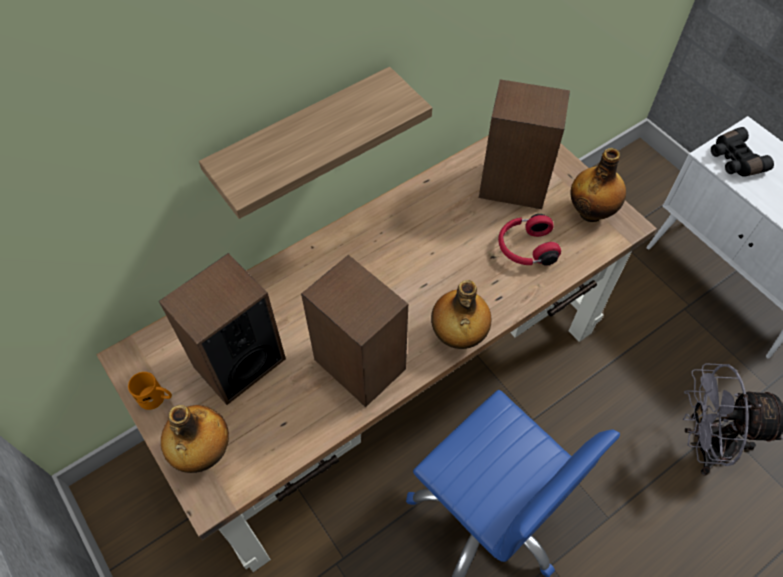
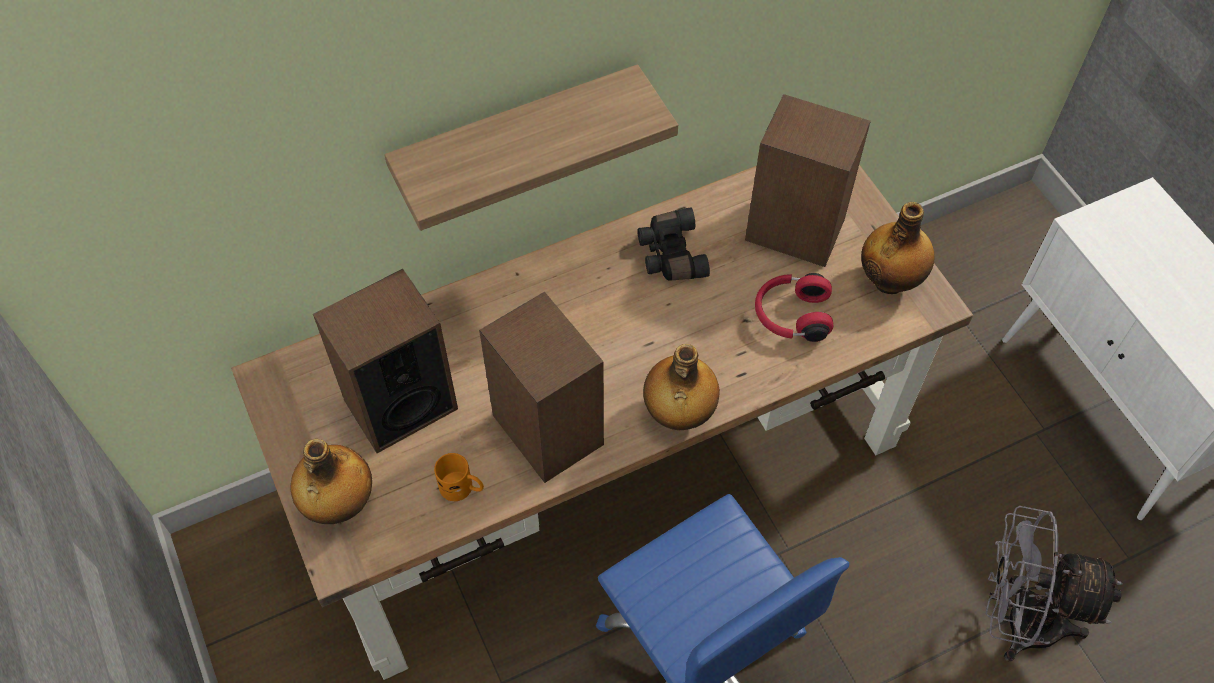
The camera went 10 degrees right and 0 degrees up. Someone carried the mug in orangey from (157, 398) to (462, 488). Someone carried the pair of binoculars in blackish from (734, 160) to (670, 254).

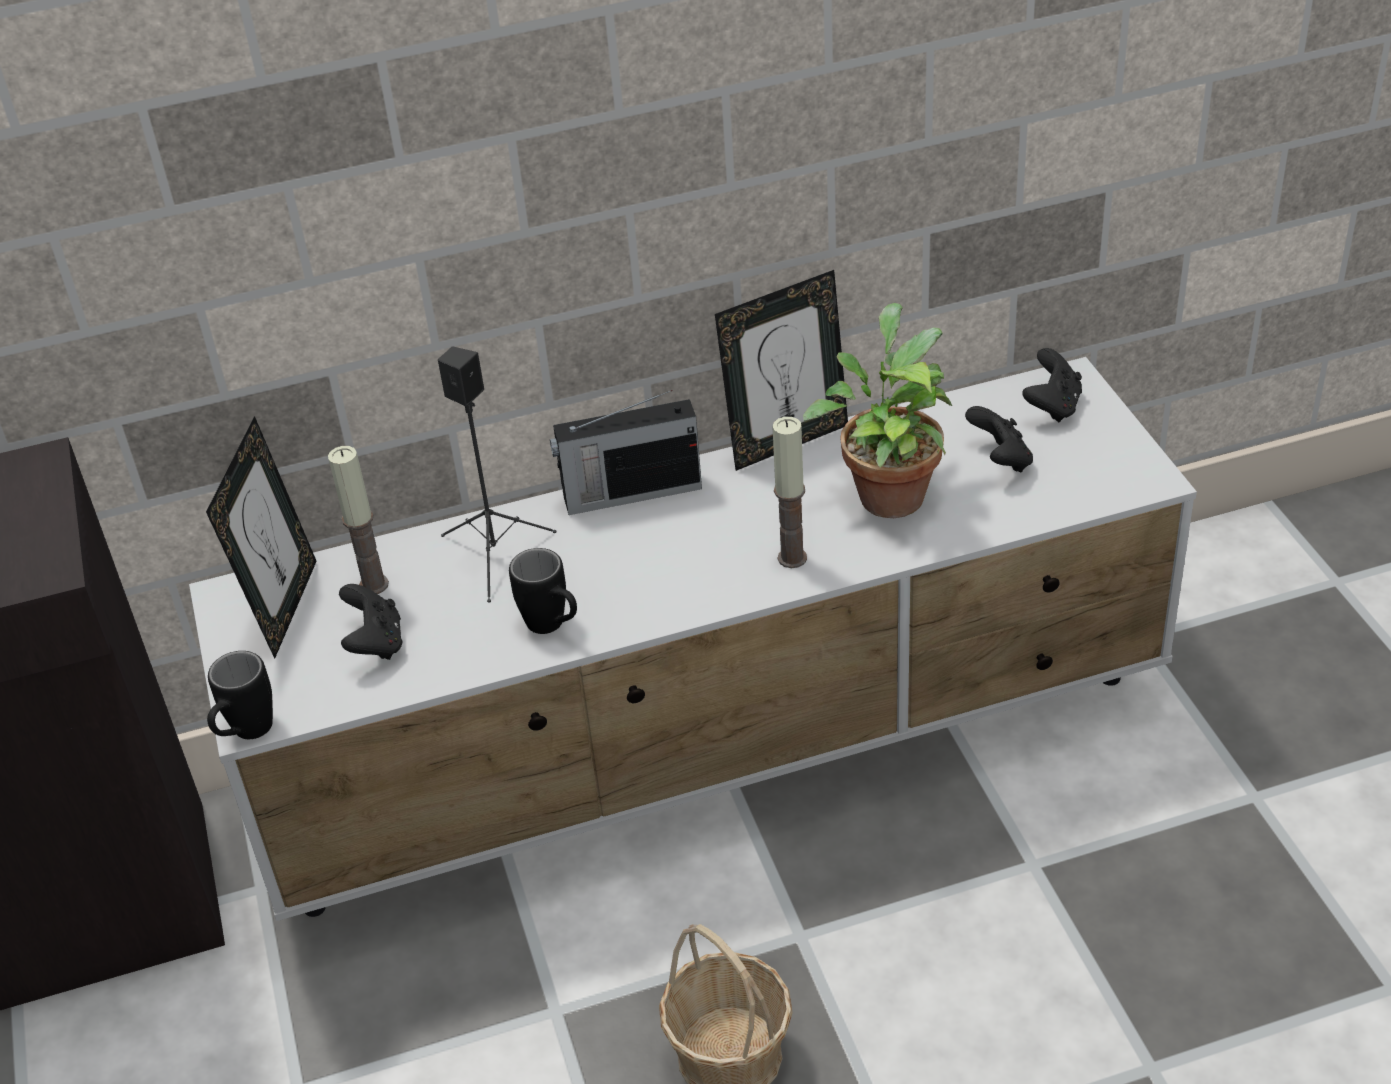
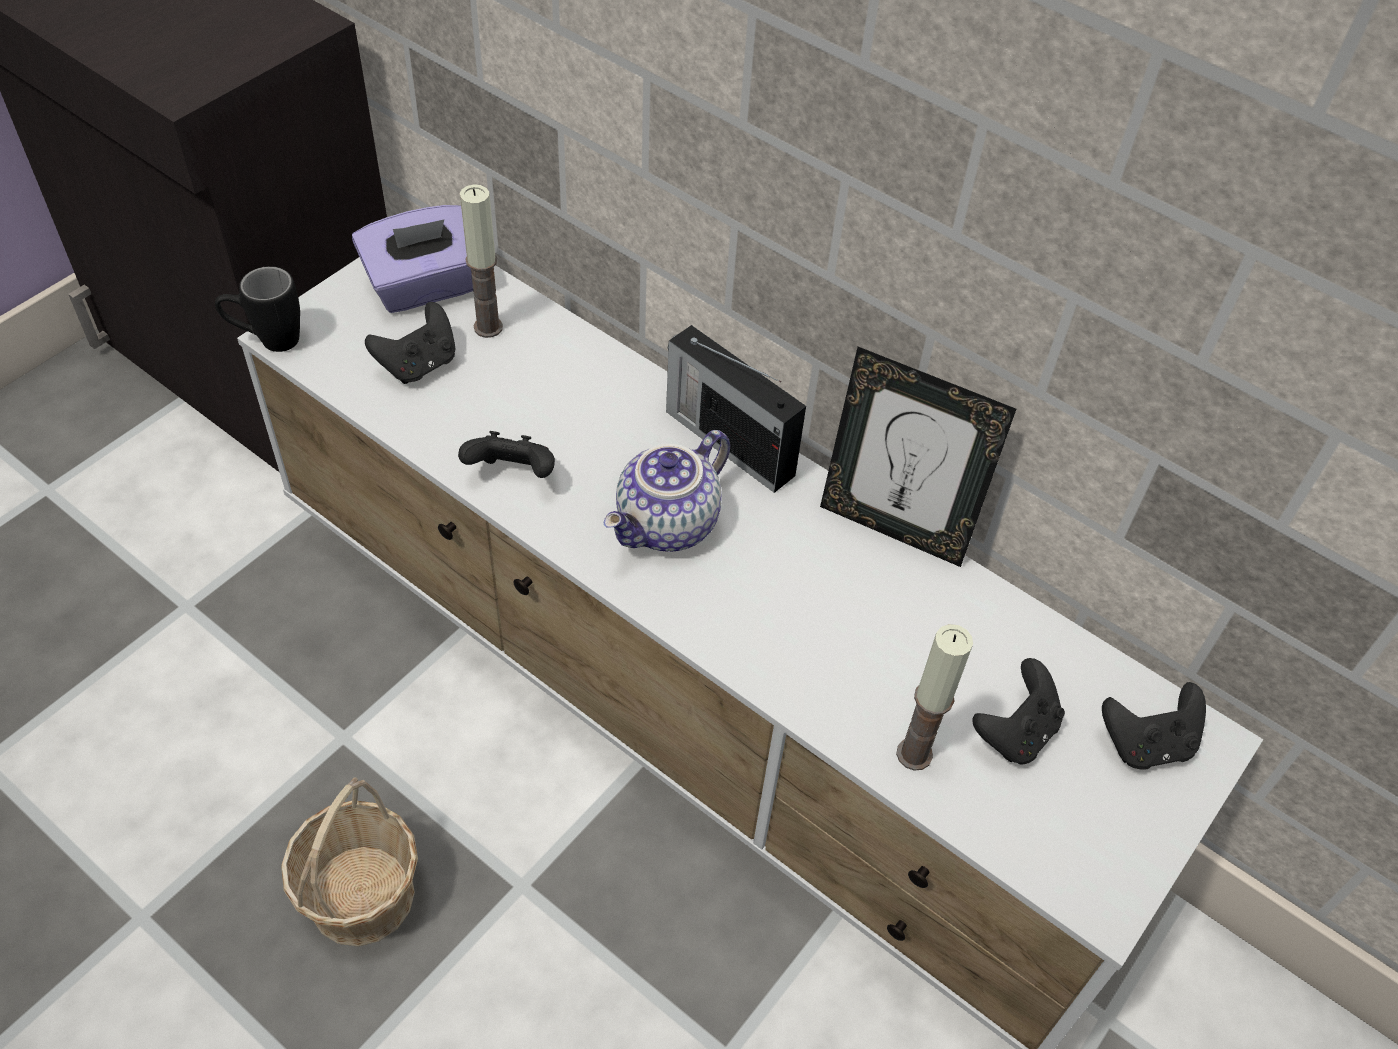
The camera went 50 degrees right and 10 degrees up. Someone swapped the standing frame at (284, 608) for the tissue box in purple at (425, 287). Someone swapped the mug in blackish at (553, 627) for the joypad in blackish at (512, 474). Someone put down the teapot at (668, 526). Someone carried the wax light from (792, 558) to (914, 754). Someone took away the loudspeaker in blackish at (496, 554). Someone took away the houseplant at (887, 491).

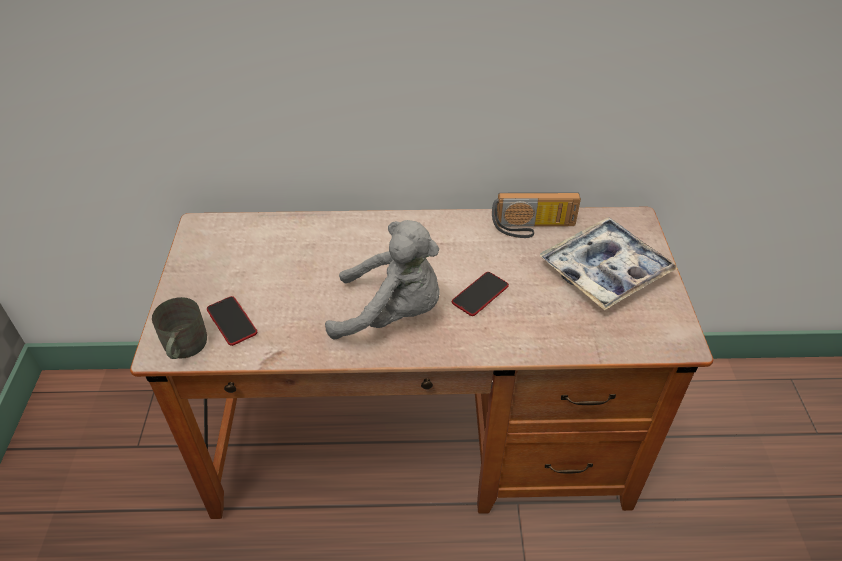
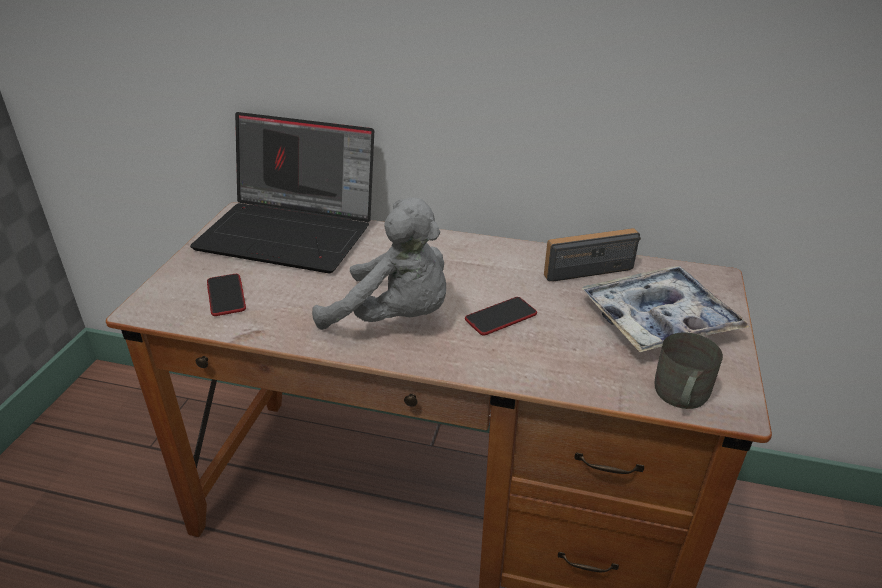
The camera went 15 degrees right and 10 degrees down. Someone put down the portable computer at (292, 232). Someone rotated the radio at (533, 228) by 150 degrees clockwise. Someone carried the mug in grey from (183, 347) to (680, 396).

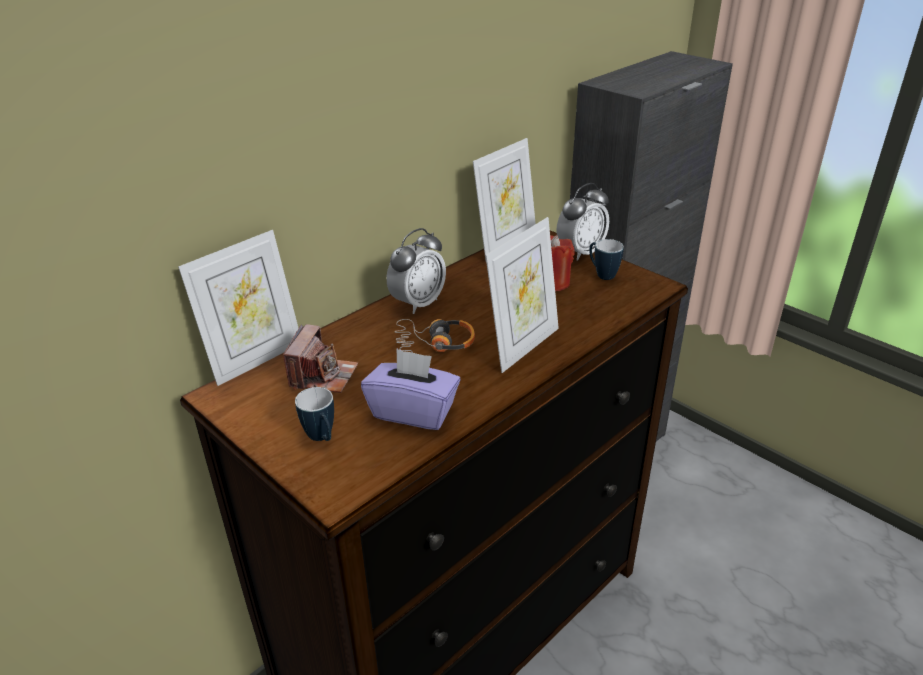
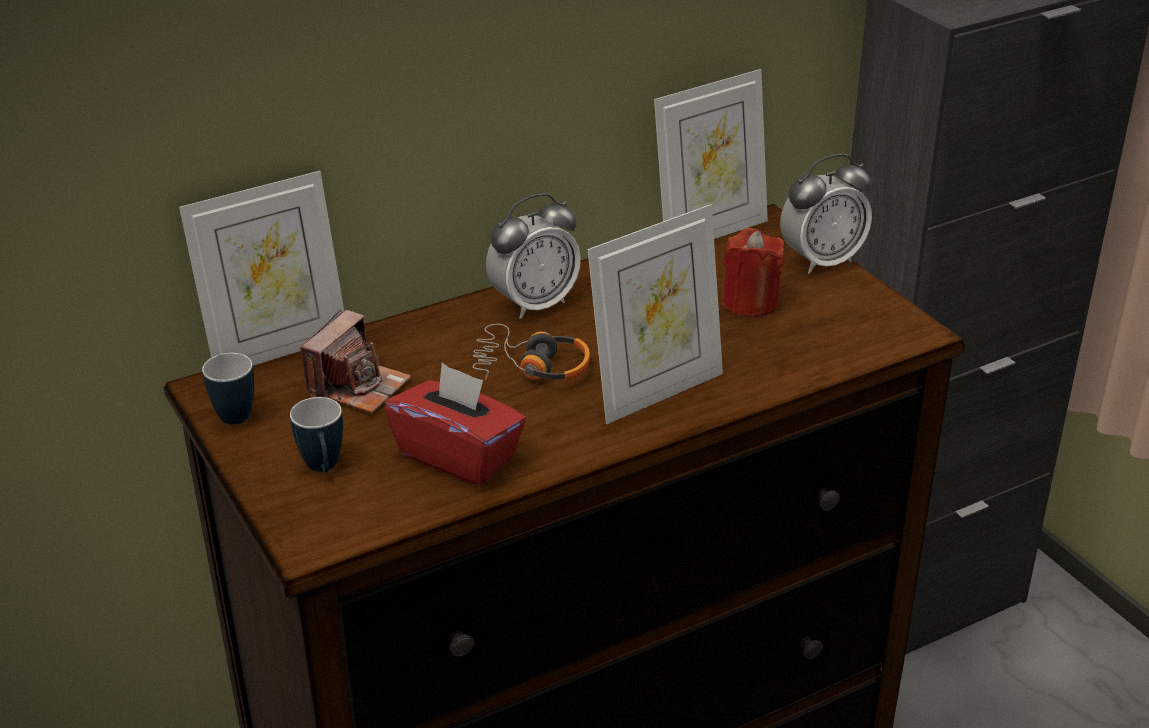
The camera went 15 degrees right and 0 degrees up. Someone carried the mug from (602, 274) to (233, 411). Someone repainted the tissue box in purple at (413, 411), which became the tissue box in red at (458, 455).

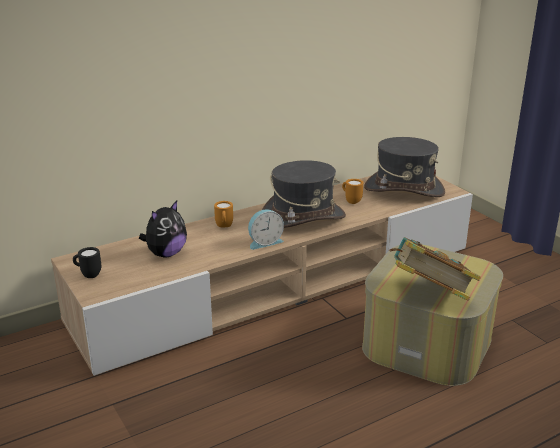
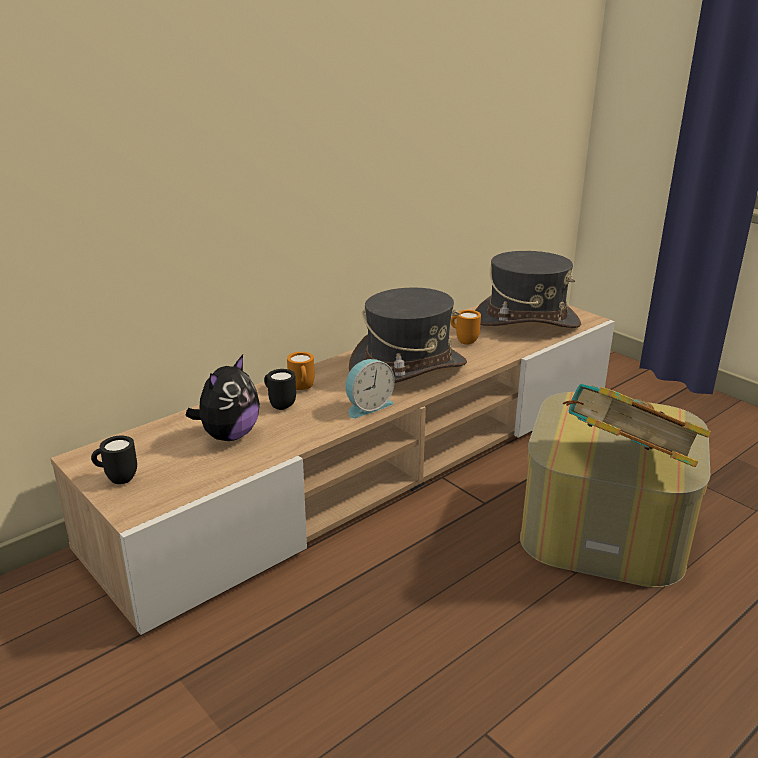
The camera went 10 degrees left and 0 degrees up. Someone put down the mug in blackish at (279, 405).

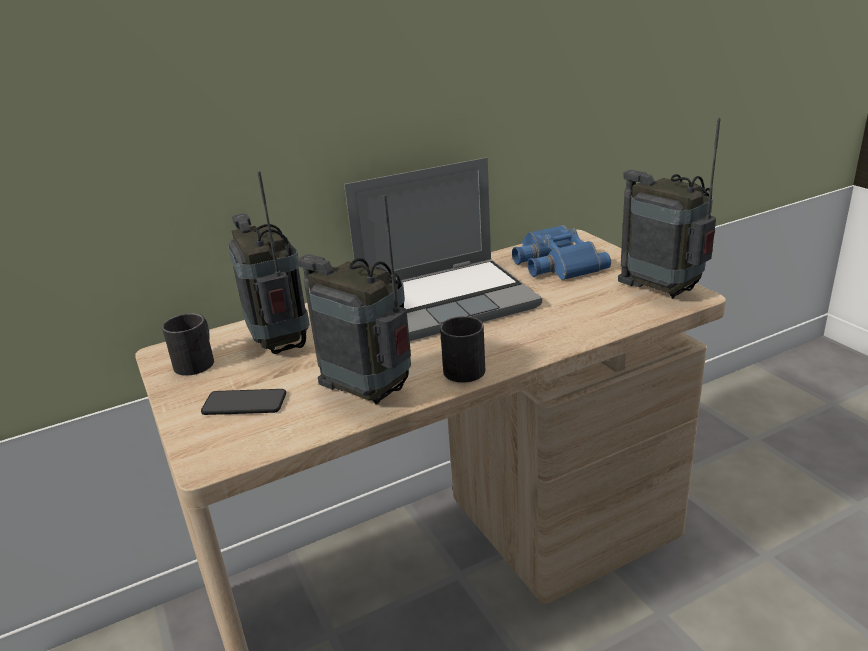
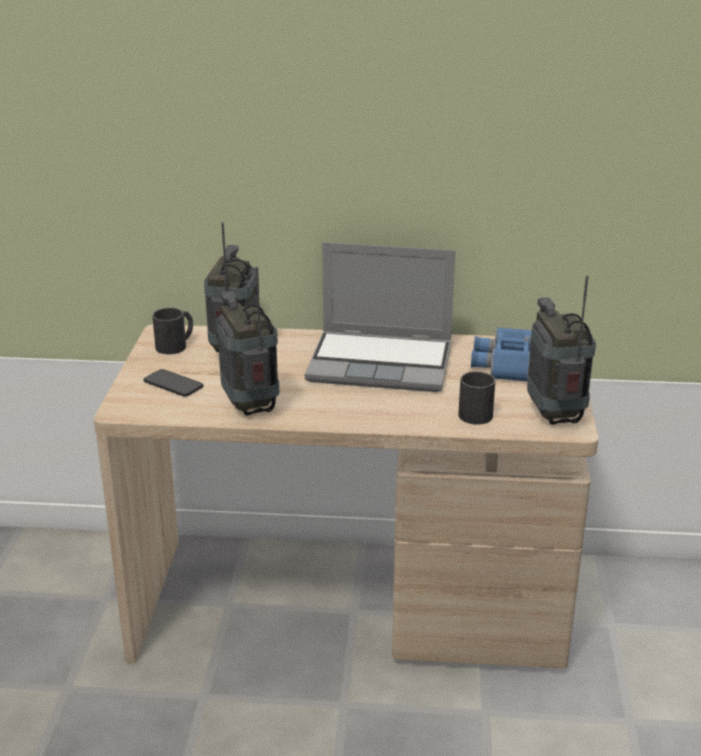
The camera went 30 degrees right and 0 degrees up. Someone carried the mug in blackish from (460, 366) to (475, 412).

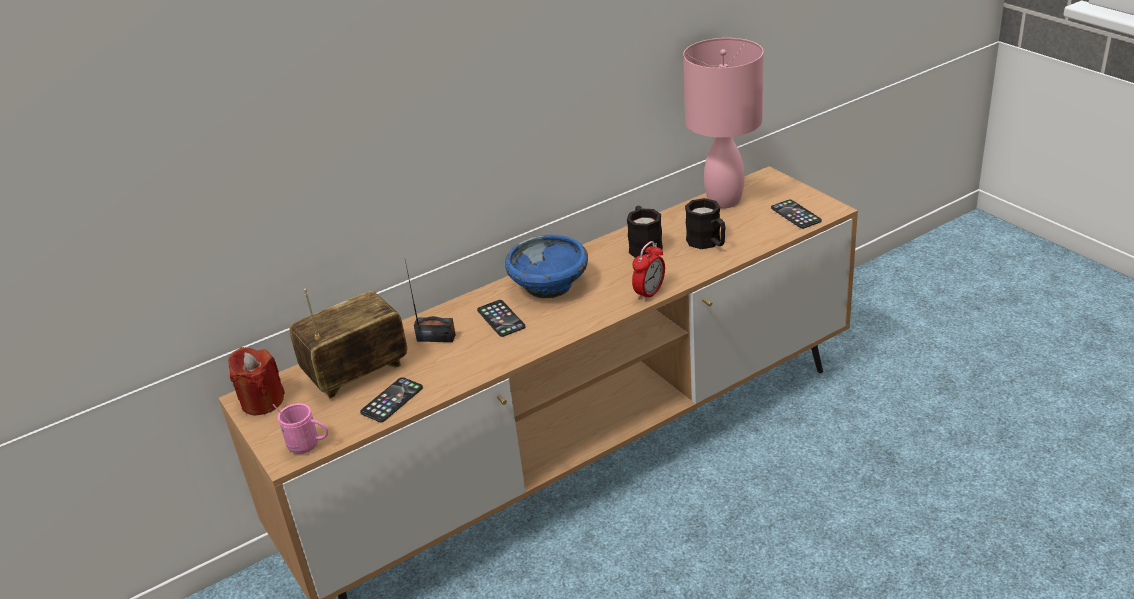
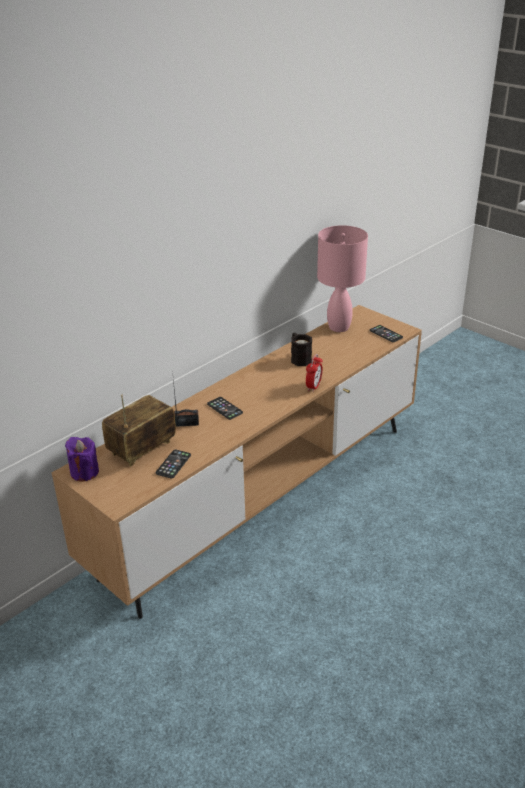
The camera went 15 degrees left and 0 degrees up. Someone repainted the wax light in red at (262, 401), which became the wax light in purple at (84, 472). Someone took away the mug in pink at (308, 446). Someone took away the deep dish in blue at (549, 286). Someone took away the mug in blackish at (708, 243).

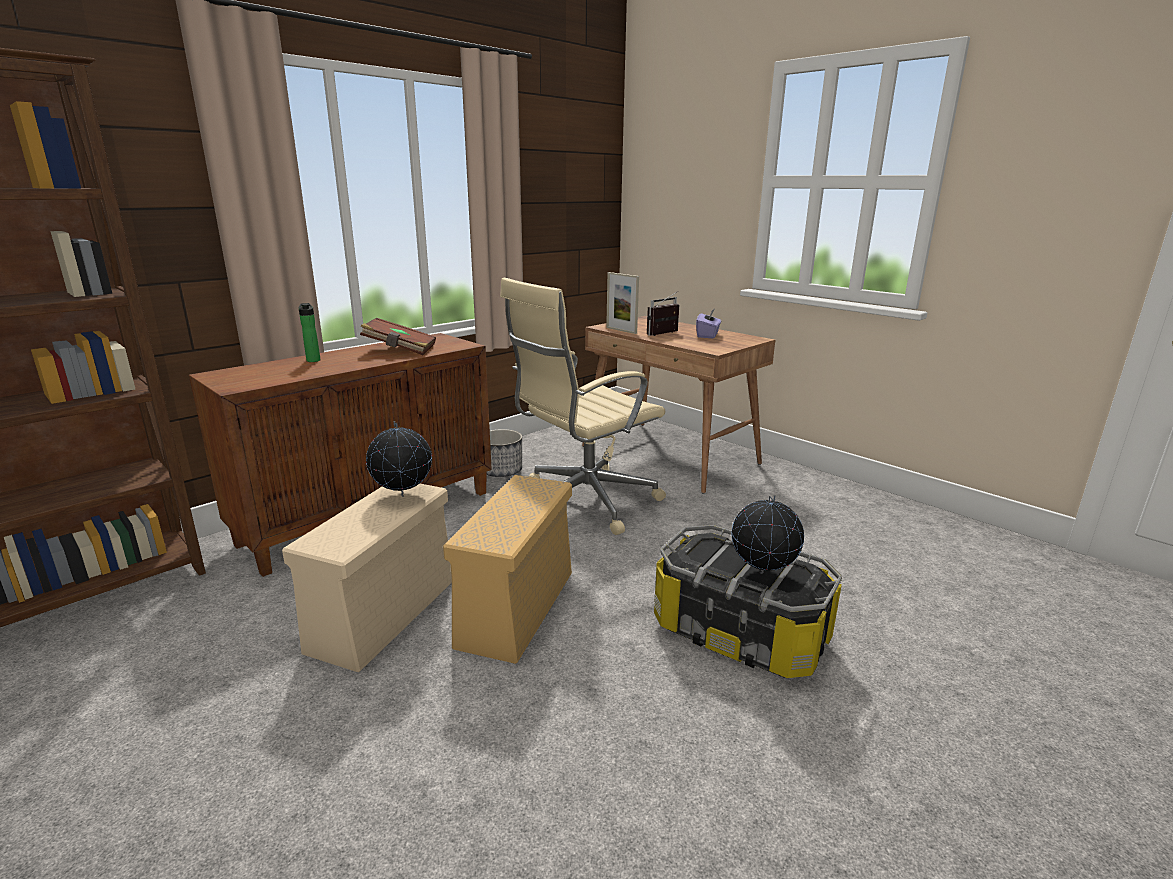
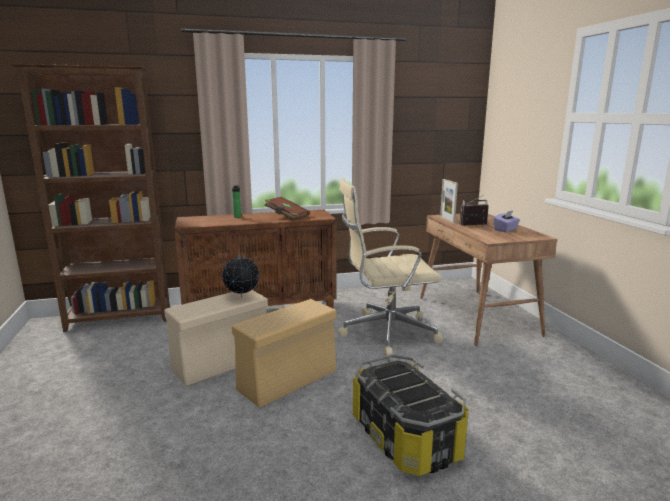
The camera went 30 degrees right and 5 degrees down. Someone took away the plant pot at (501, 471). Someone took away the world globe at (762, 573).

